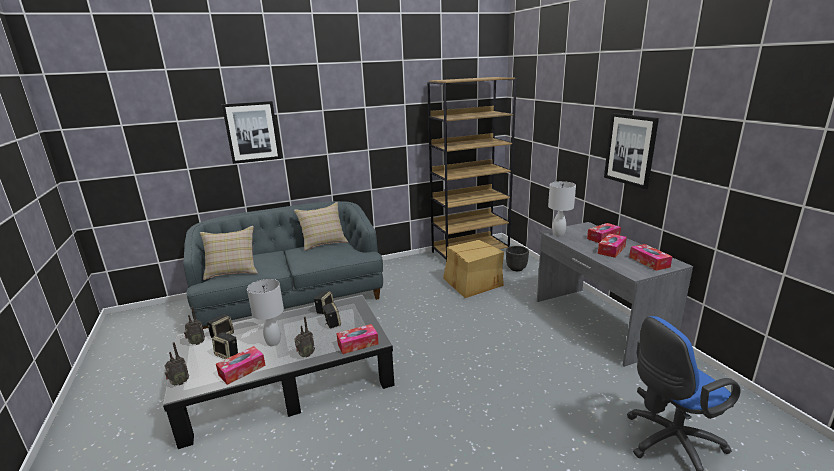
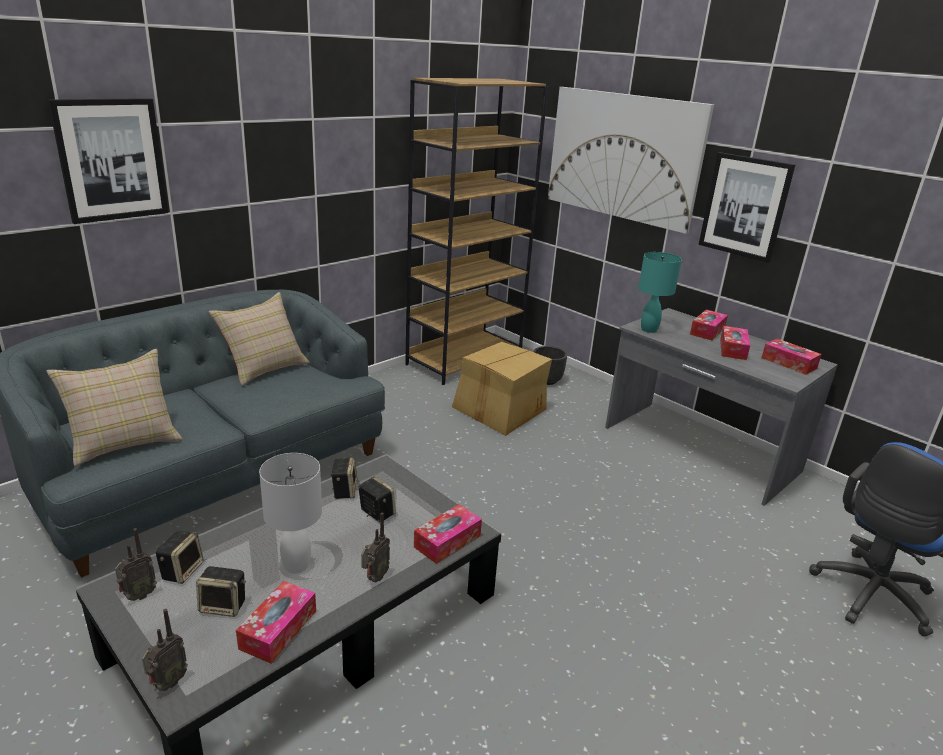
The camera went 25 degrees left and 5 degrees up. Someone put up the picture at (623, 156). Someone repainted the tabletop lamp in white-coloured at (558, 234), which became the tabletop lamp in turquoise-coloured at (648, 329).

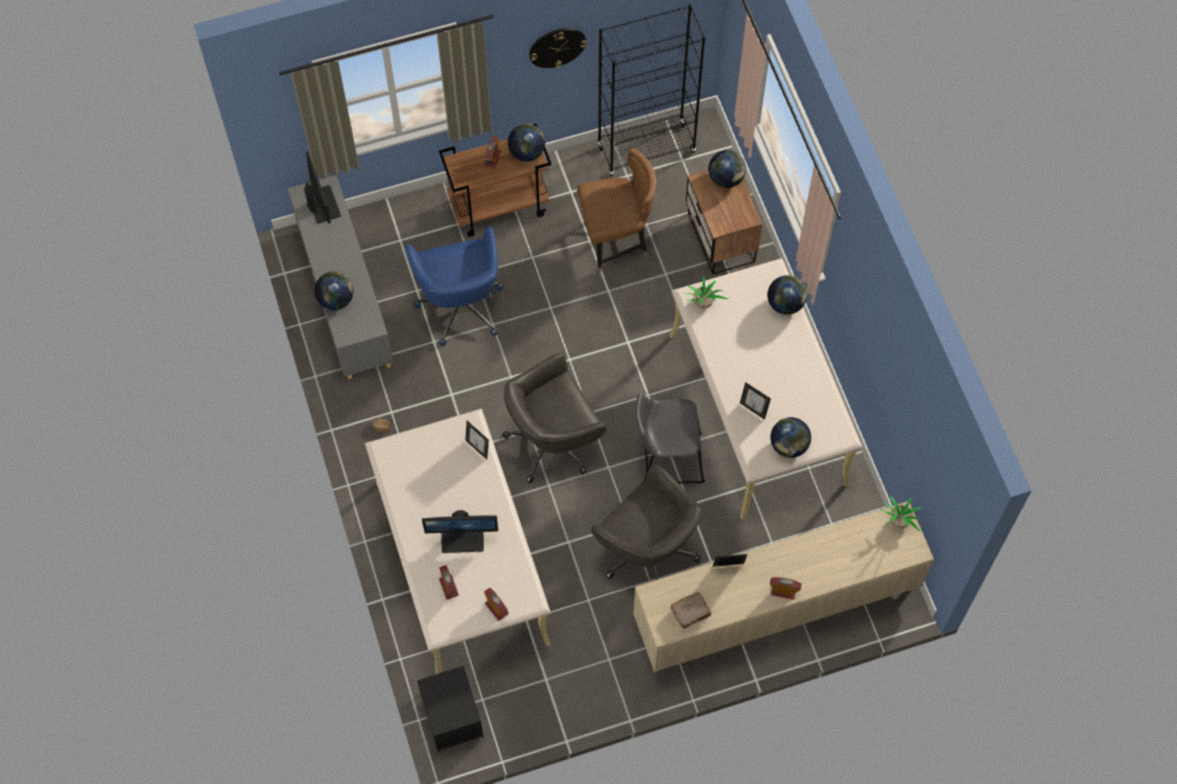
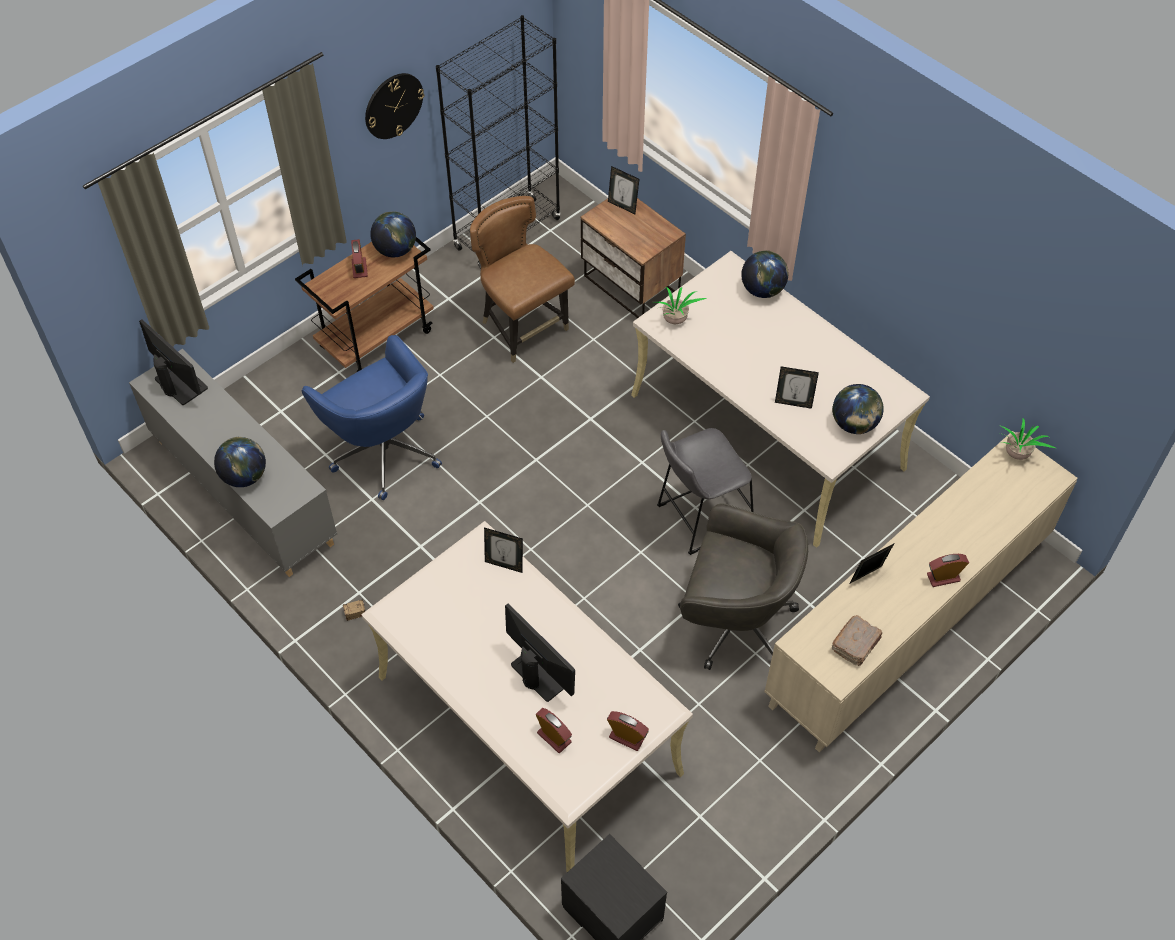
The camera went 25 degrees left and 10 degrees down. Someone rotated the chair in brownish at (616, 242) by 90 degrees counterclockwise. Someone rotated the computer display at (463, 538) by 105 degrees counterclockwise. Someone swapped the world globe at (726, 179) for the standing frame at (622, 206). Someone took away the desk chair in grey at (554, 441).

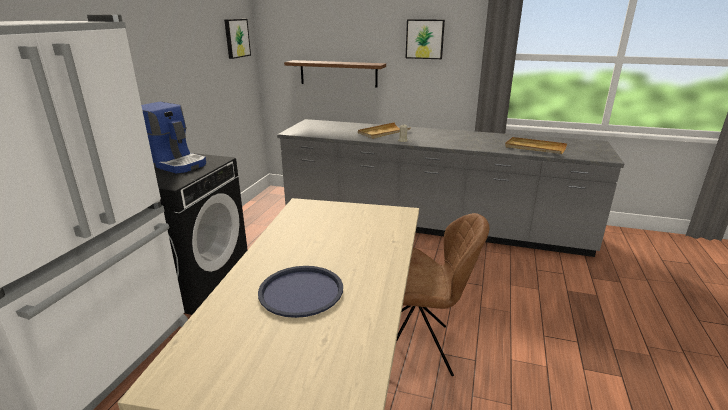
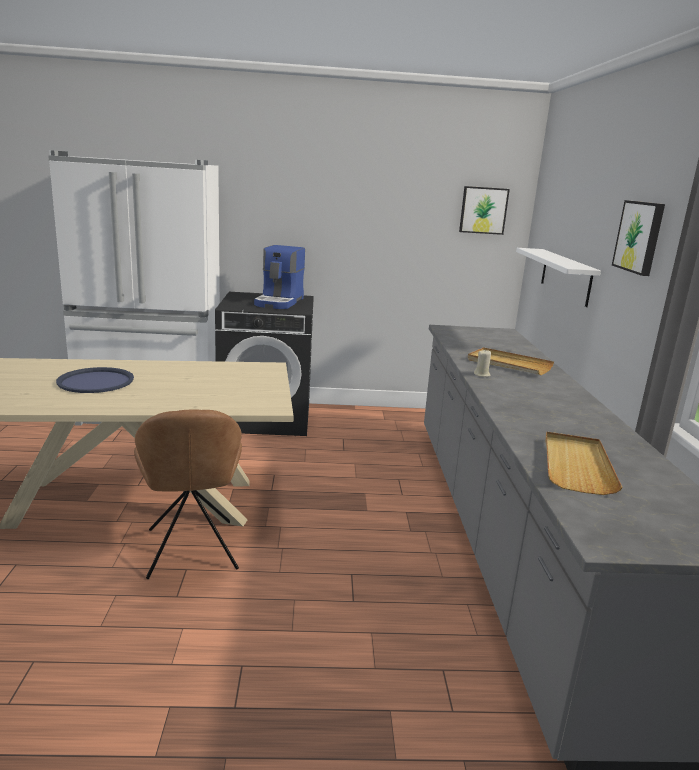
The camera went 70 degrees right and 5 degrees down. Someone repainted the wall shelf in brownish at (338, 73), which became the wall shelf in white-coloured at (565, 276).

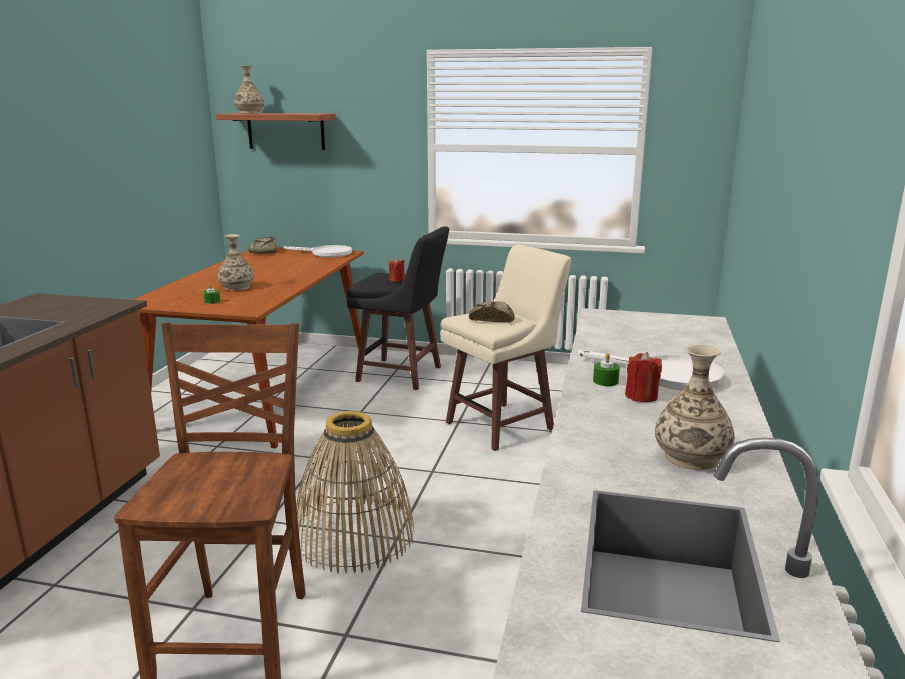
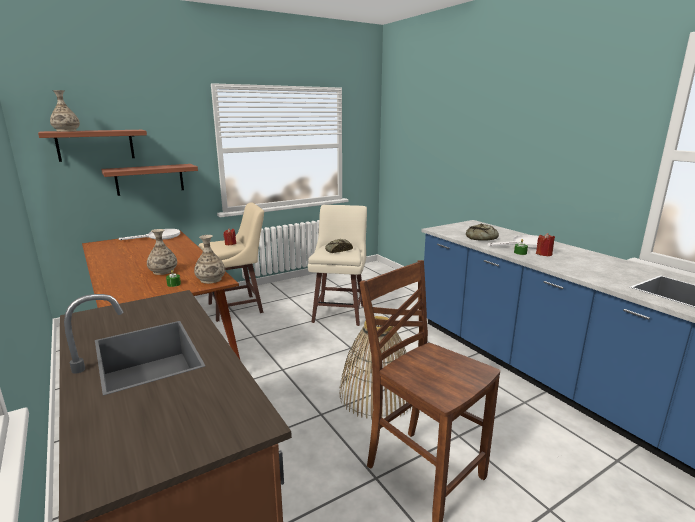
The camera went 45 degrees left and 0 degrees up. Someone put up the wall shelf at (149, 179). Someone carried the decorative vase from (691, 457) to (210, 279). Someone repainted the stool seat in blackish at (401, 375), which became the stool seat in sand-coloured at (237, 308). Someone carried the baked bread from (264, 251) to (481, 238).

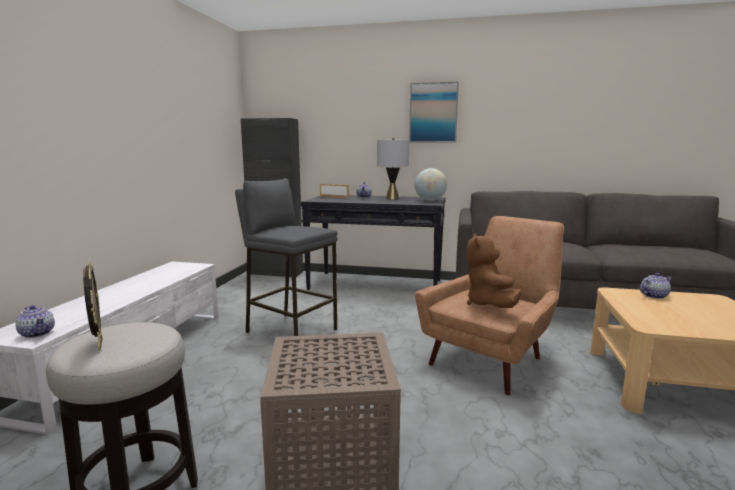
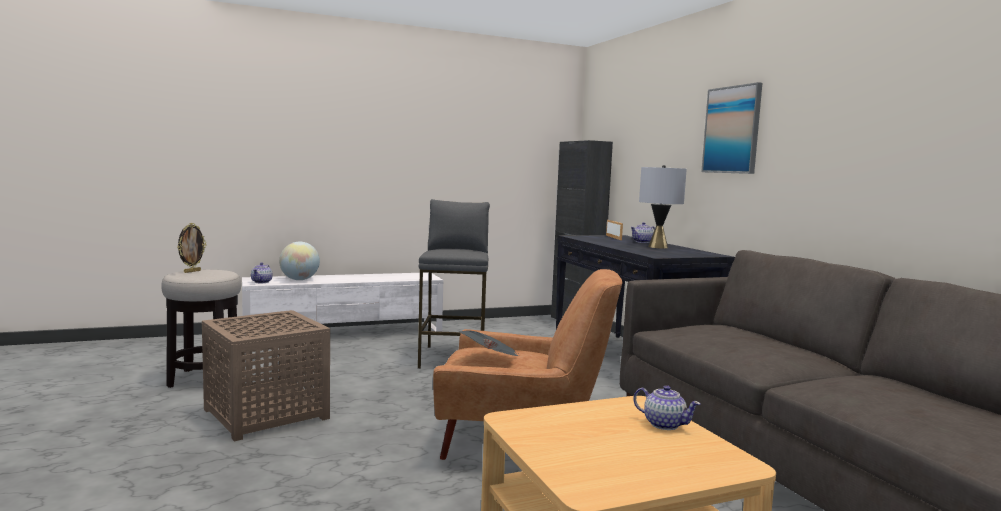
The camera went 55 degrees right and 5 degrees down. Someone carried the world globe from (430, 200) to (299, 280). Someone swapped the plush toy in brownish at (489, 304) for the printed paper at (491, 360).

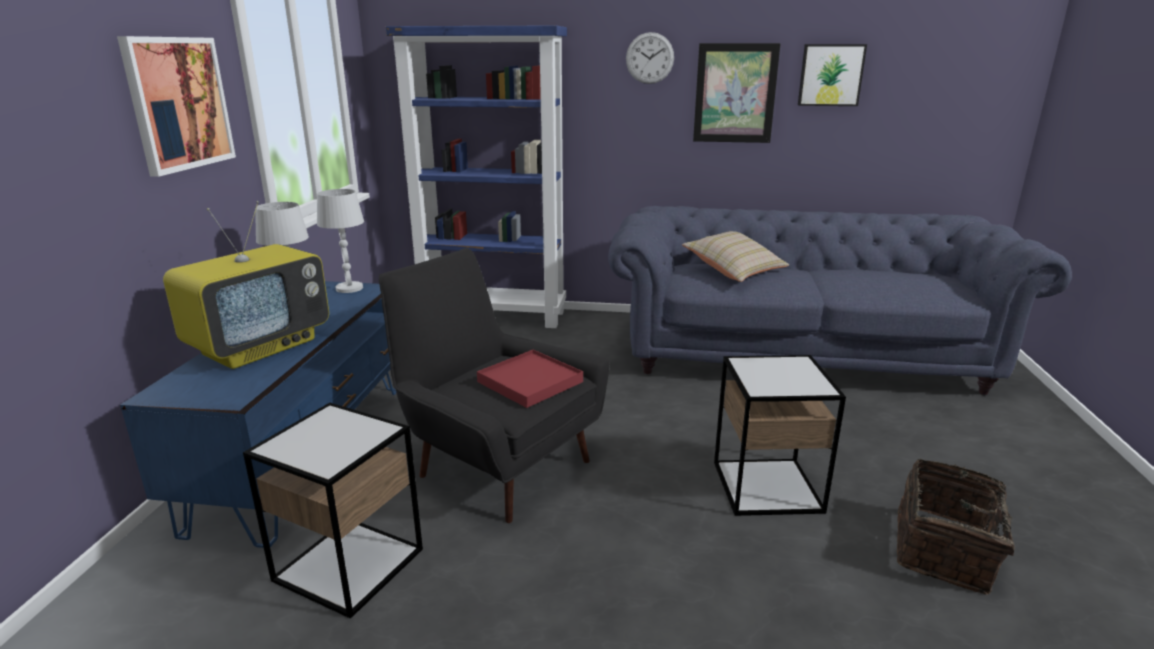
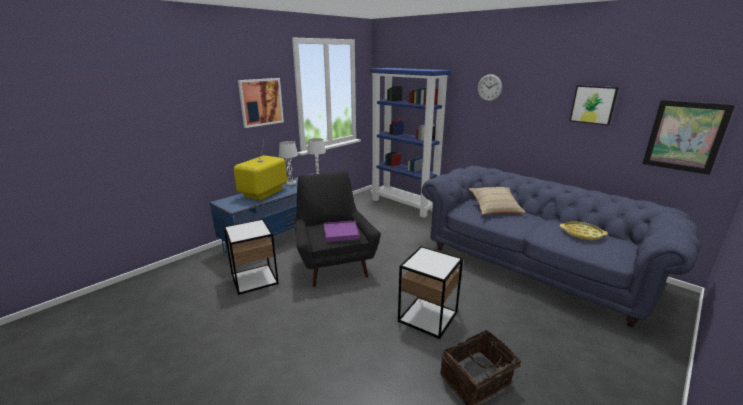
The camera went 35 degrees right and 0 degrees up. Someone rotated the television at (260, 346) by 135 degrees clockwise. Someone repainted the tray in red at (530, 381), which became the tray in purple at (341, 233). Someone put down the tray in yellow at (582, 234). Someone carried the picture from (735, 93) to (685, 136).

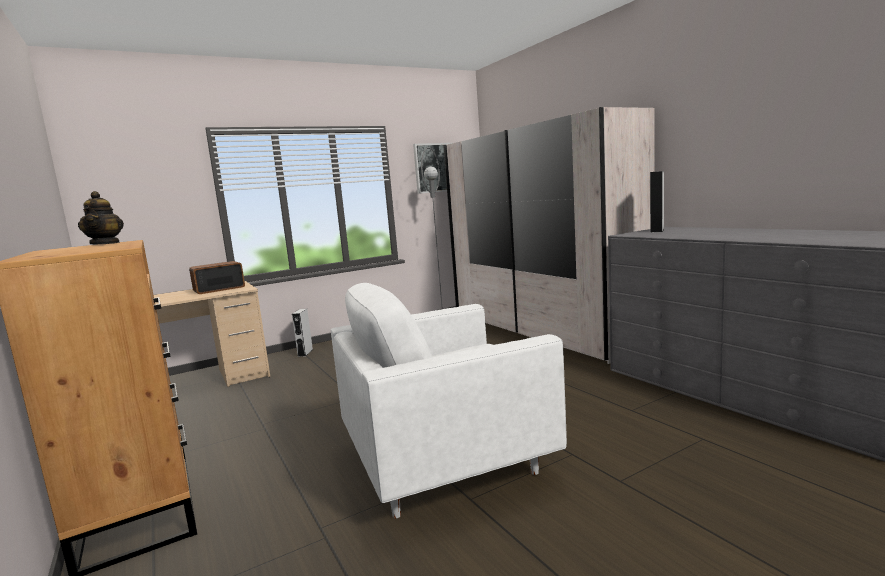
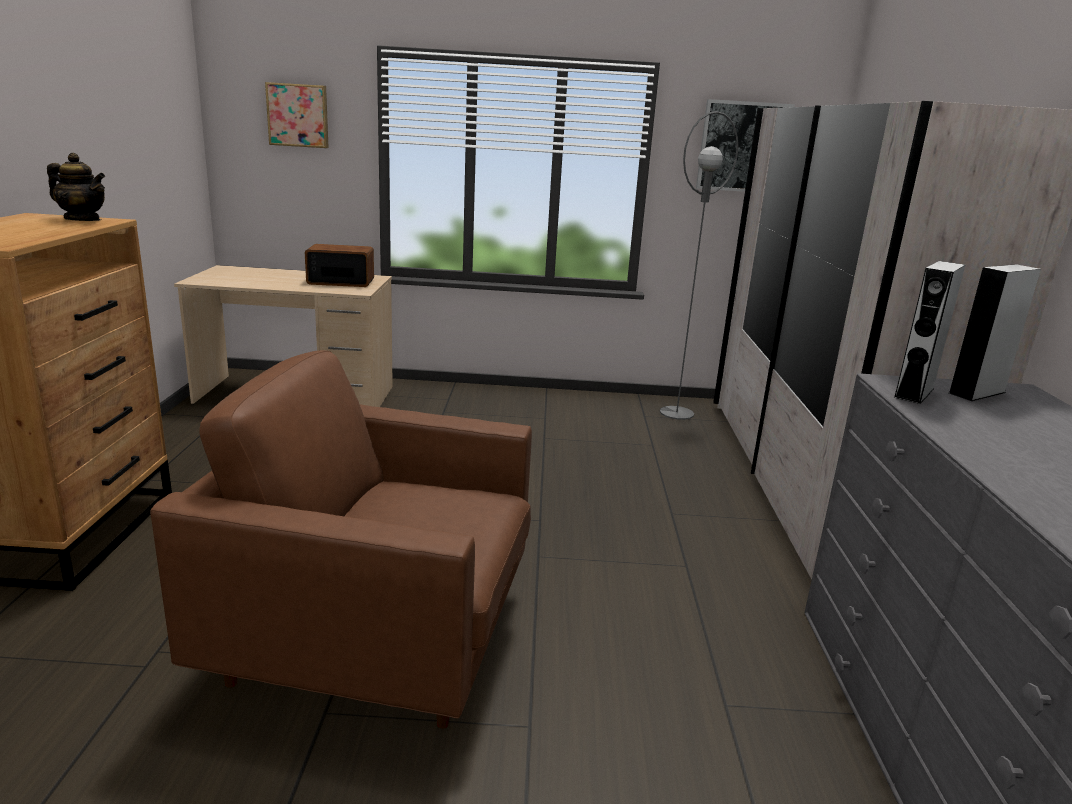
The camera went 30 degrees right and 10 degrees up. Someone rotated the teapot at (105, 243) by 90 degrees counterclockwise. Someone repainted the easy chair in white-coloured at (447, 461), which became the easy chair in brownish at (376, 642). Someone put up the picture at (298, 115). Someone carried the loudspeaker in grey from (305, 353) to (914, 393).

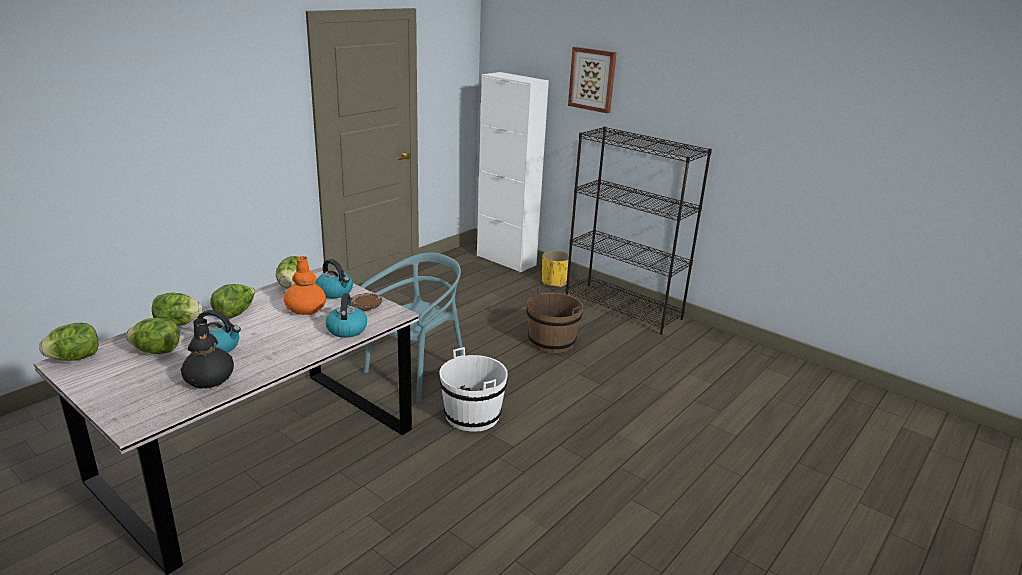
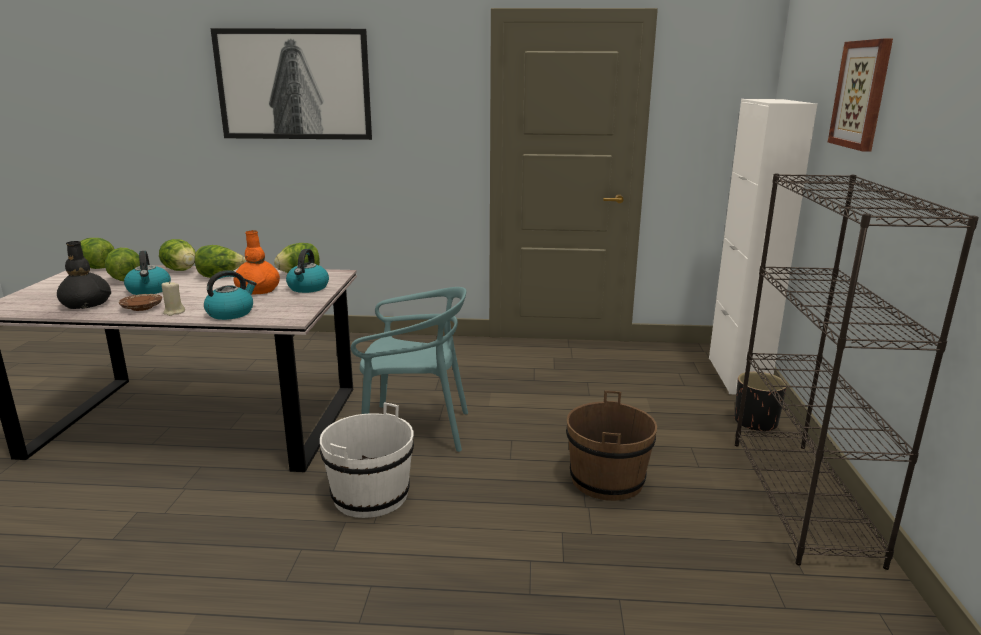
The camera went 55 degrees right and 5 degrees down. Someone carried the plate in brownish from (365, 307) to (141, 308). Someone put down the wax light in sand-coloured at (174, 312). Someone put up the picture at (294, 85). Someone repainted the plant pot in yellow at (554, 282), which became the plant pot in blackish at (756, 423).

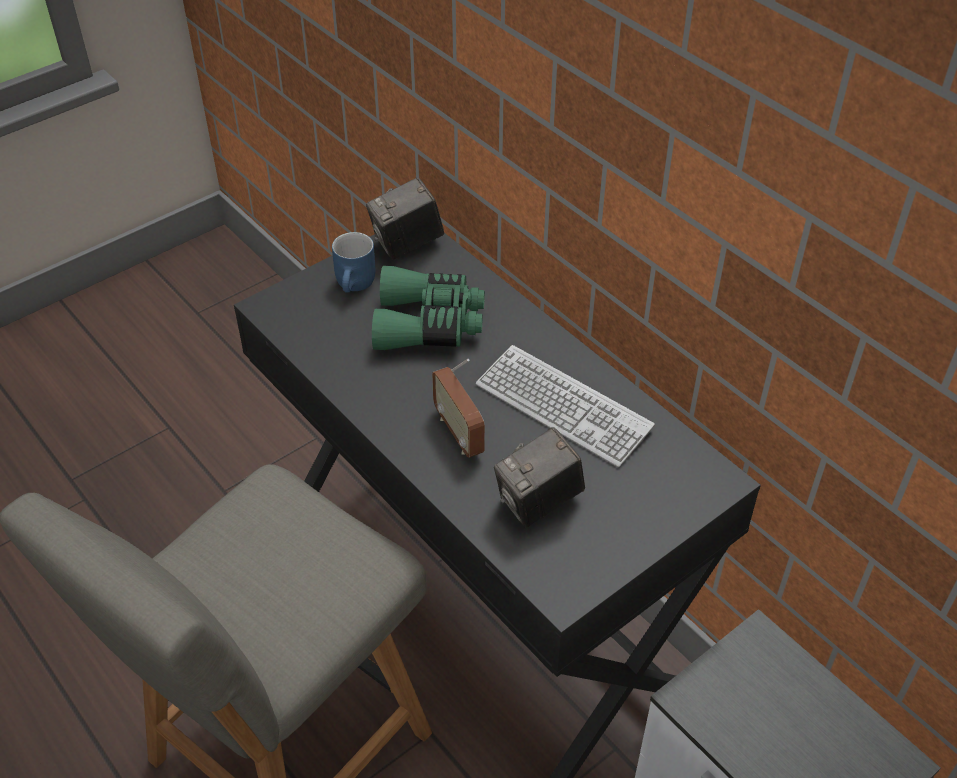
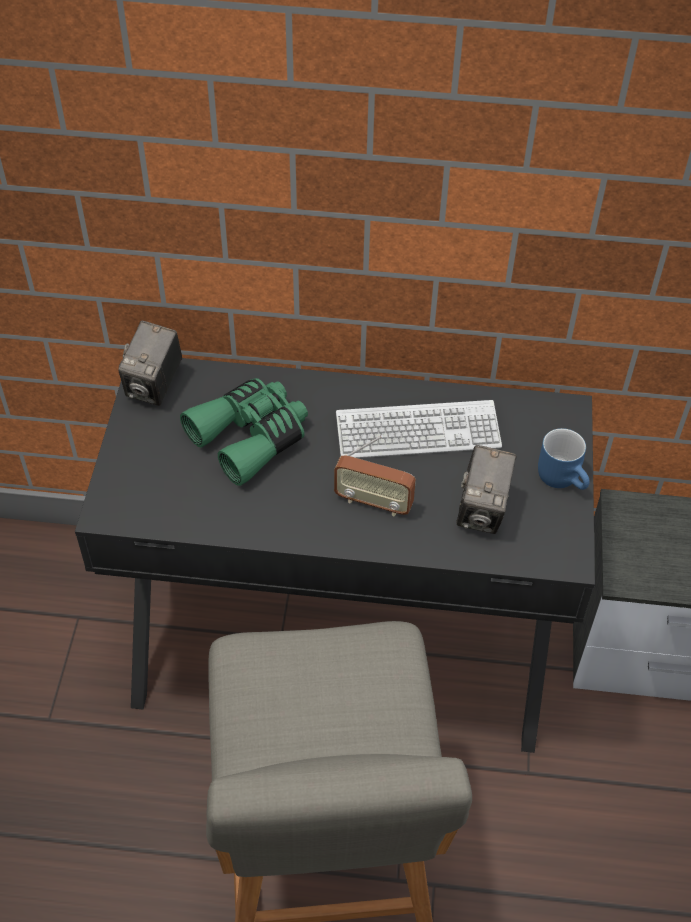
The camera went 45 degrees left and 5 degrees up. Someone carried the mug in blue from (357, 285) to (564, 477).

